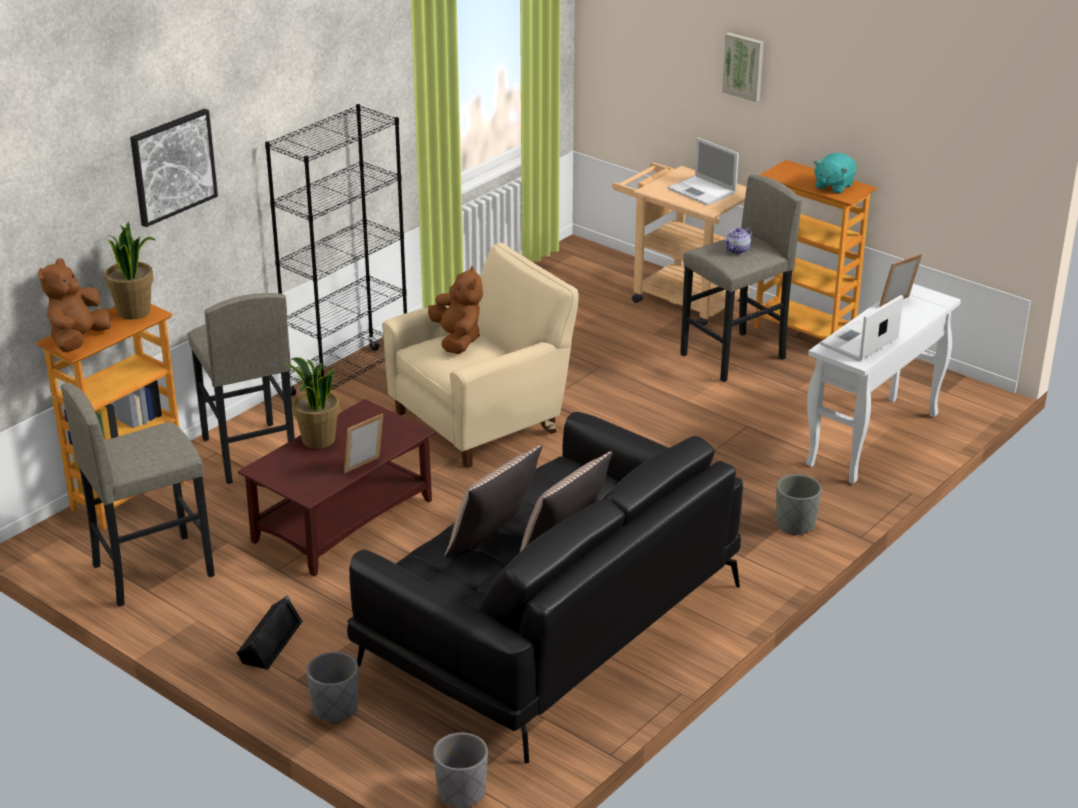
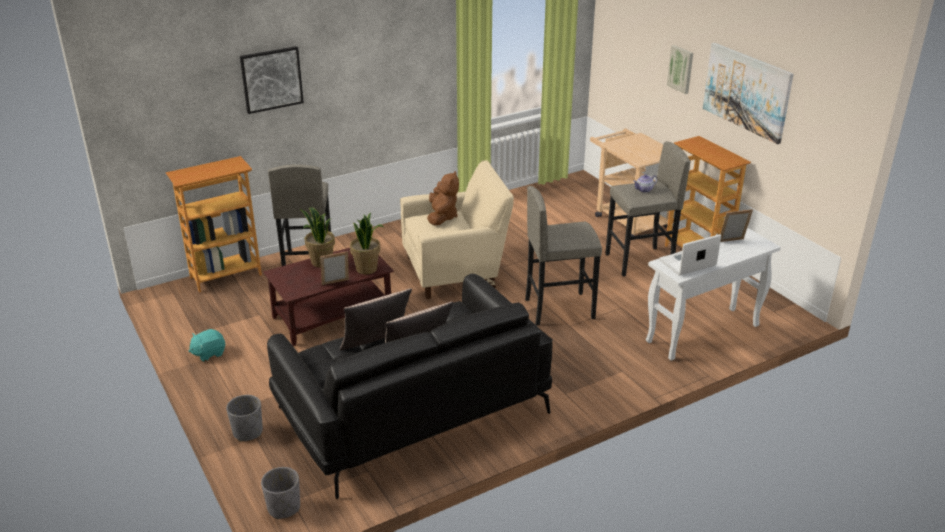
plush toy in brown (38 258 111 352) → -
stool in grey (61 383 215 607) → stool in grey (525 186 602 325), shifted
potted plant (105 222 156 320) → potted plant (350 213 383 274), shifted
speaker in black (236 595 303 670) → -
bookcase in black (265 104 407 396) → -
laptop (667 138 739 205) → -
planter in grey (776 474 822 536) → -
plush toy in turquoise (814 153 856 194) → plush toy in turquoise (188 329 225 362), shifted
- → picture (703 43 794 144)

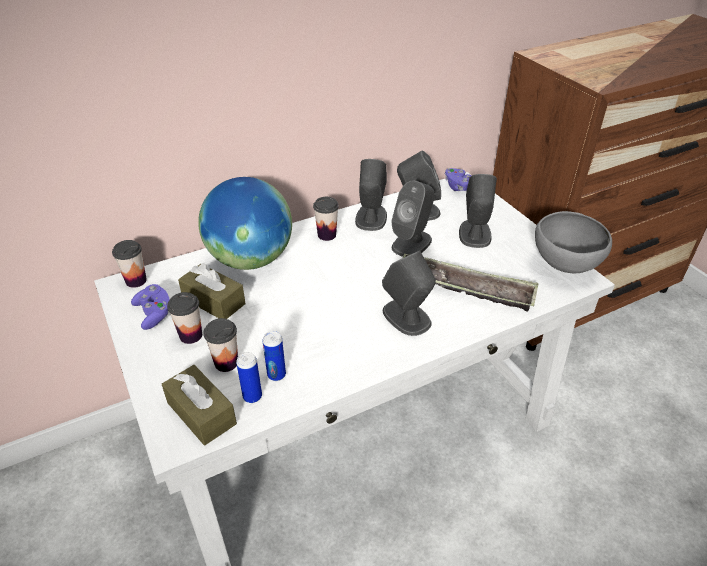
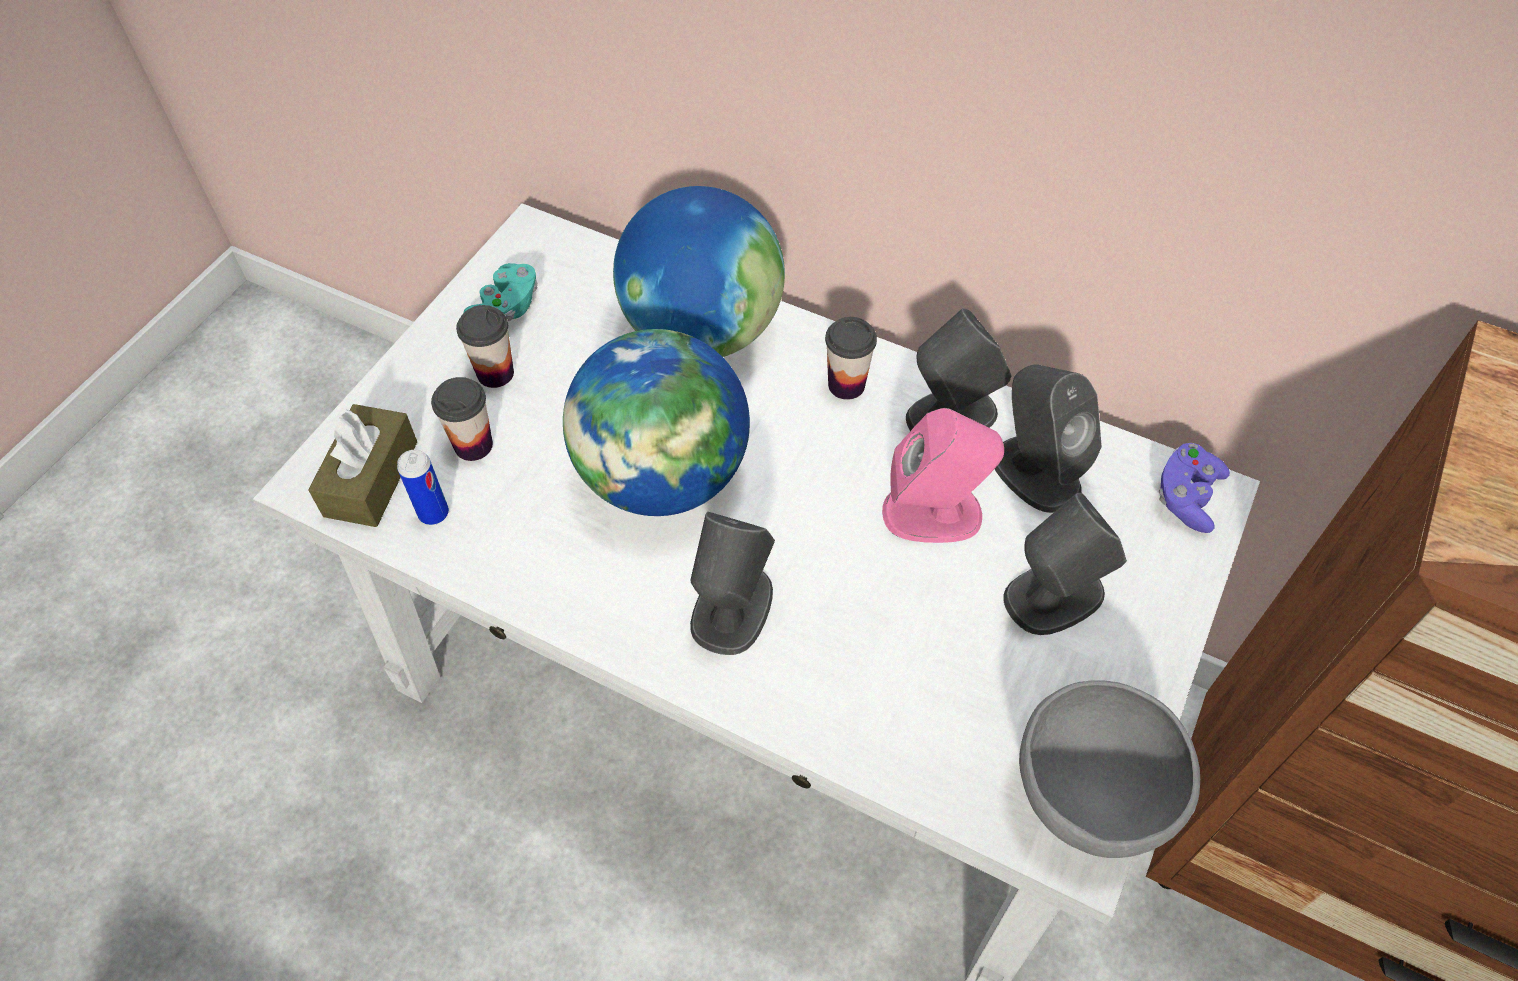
cup (112 240 147 288) → -
game controller in purple (131 284 170 330) → game controller in turquoise (463 263 538 321)
tissue box in brown (178 263 246 319) → -
can (262 331 286 381) → -
speaker in grey (391 181 435 257) → speaker in pink (882 408 1004 543)
tray (403 254 538 311) → -
- → globe (563 329 750 516)

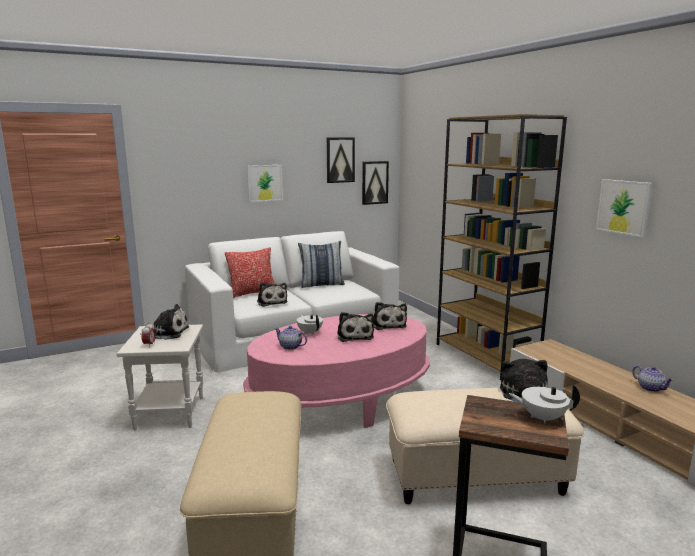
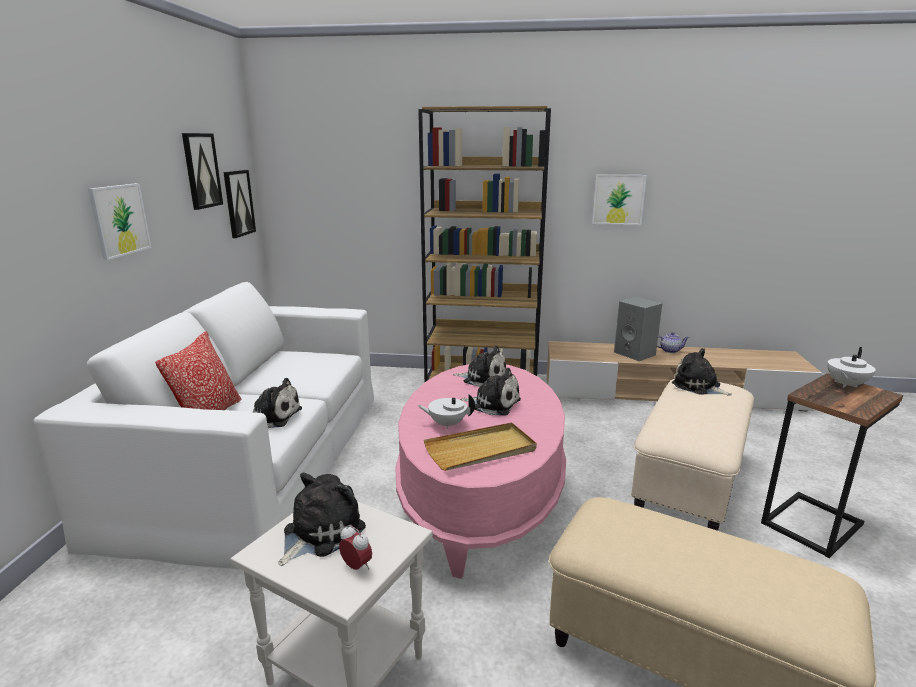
teapot (274 326 307 350) → tray in beige (424 422 537 471)
pillow (298 241 345 288) → -
- → speaker in grey (614 297 662 361)

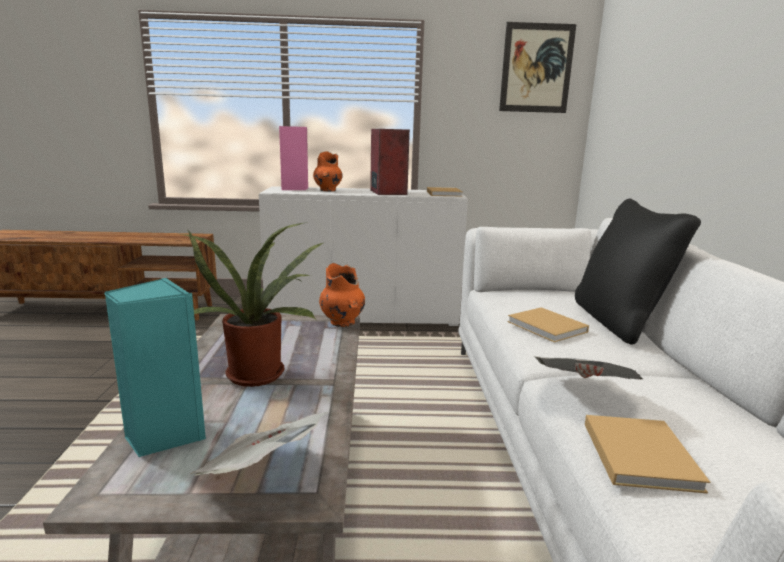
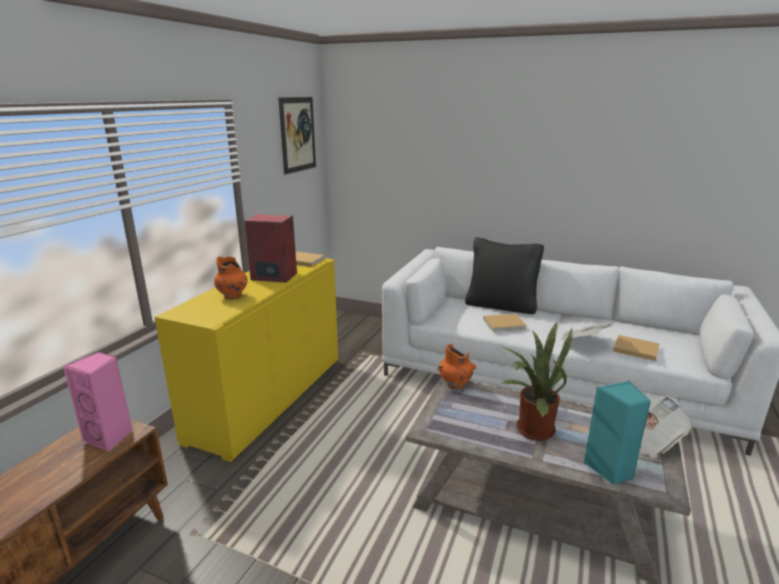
cabinet in white (259 186 468 326) → cabinet in yellow (154 258 338 462)
speaker in pink (279 126 308 190) → speaker in pink (63 352 133 452), shifted

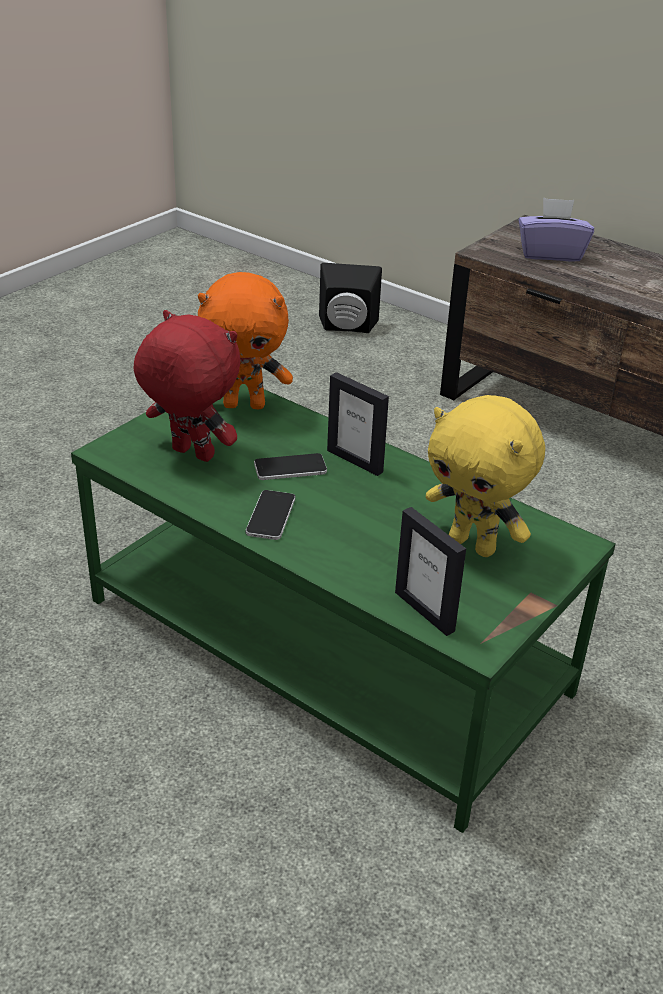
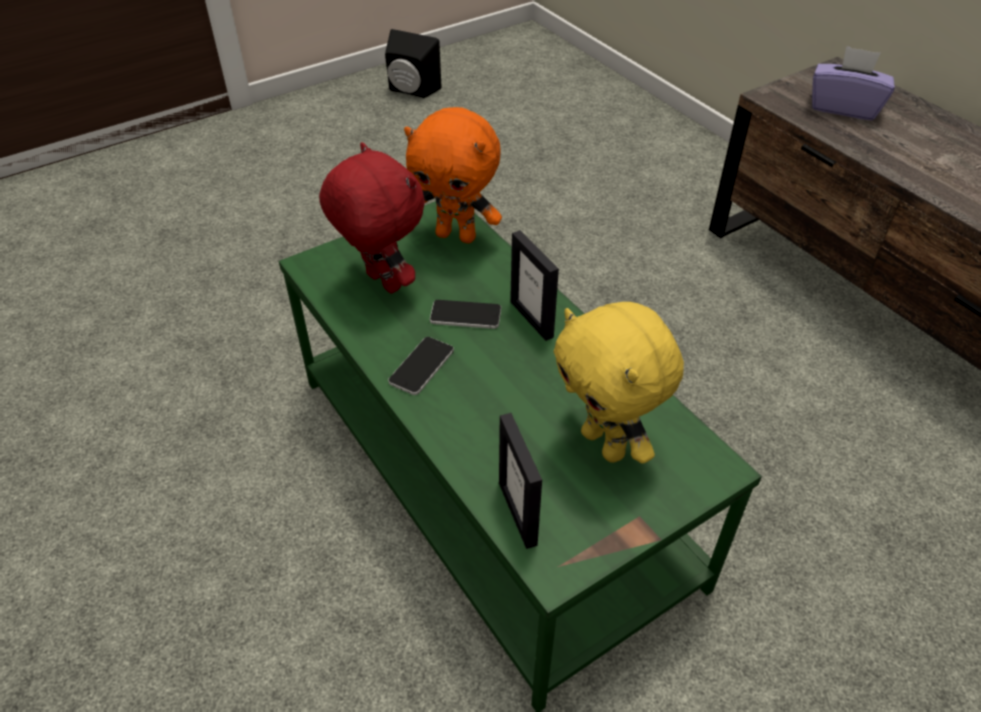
speaker in black (319 263 382 333) → speaker in black (385 29 441 98), shifted

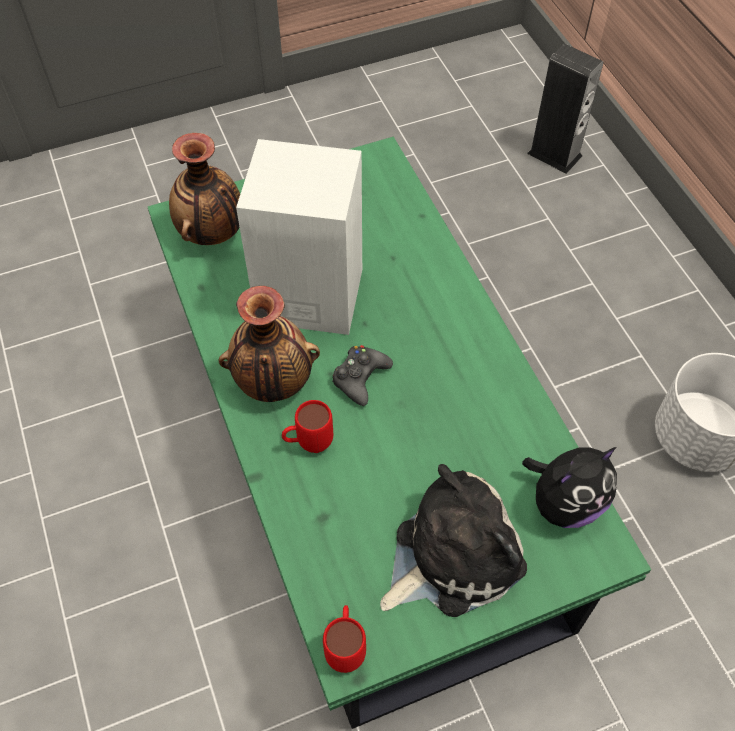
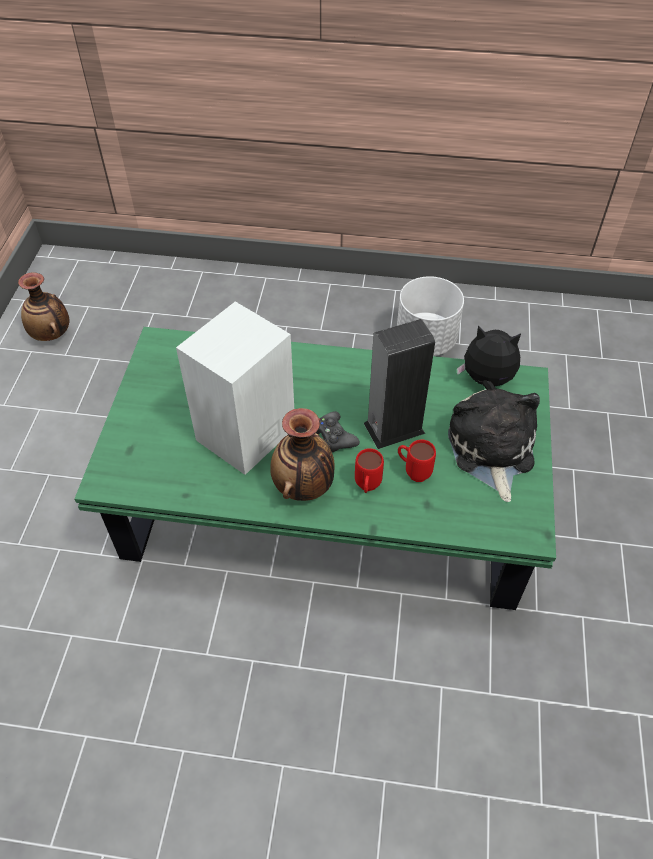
vase (169 133 240 245) → vase (18 273 69 341), shifted
mug in red (323 605 366 673) → mug in red (398 440 436 482), shifted
plush toy (522 447 617 528) → plush toy (457 325 521 390), 75 degrees counterclockwise
speaker (527 43 604 174) → speaker (364 319 435 449), shifted

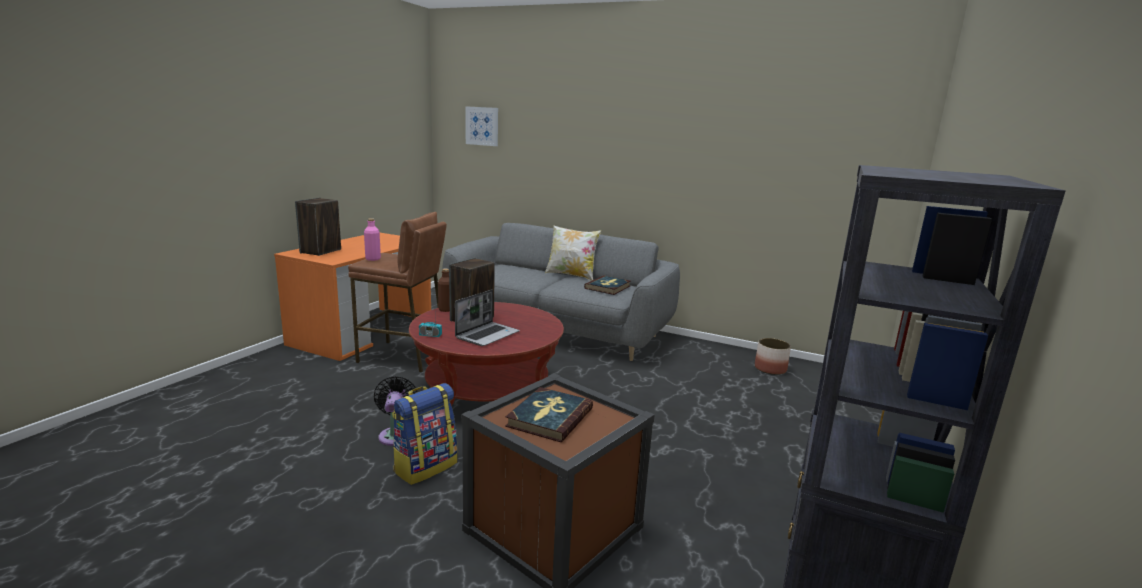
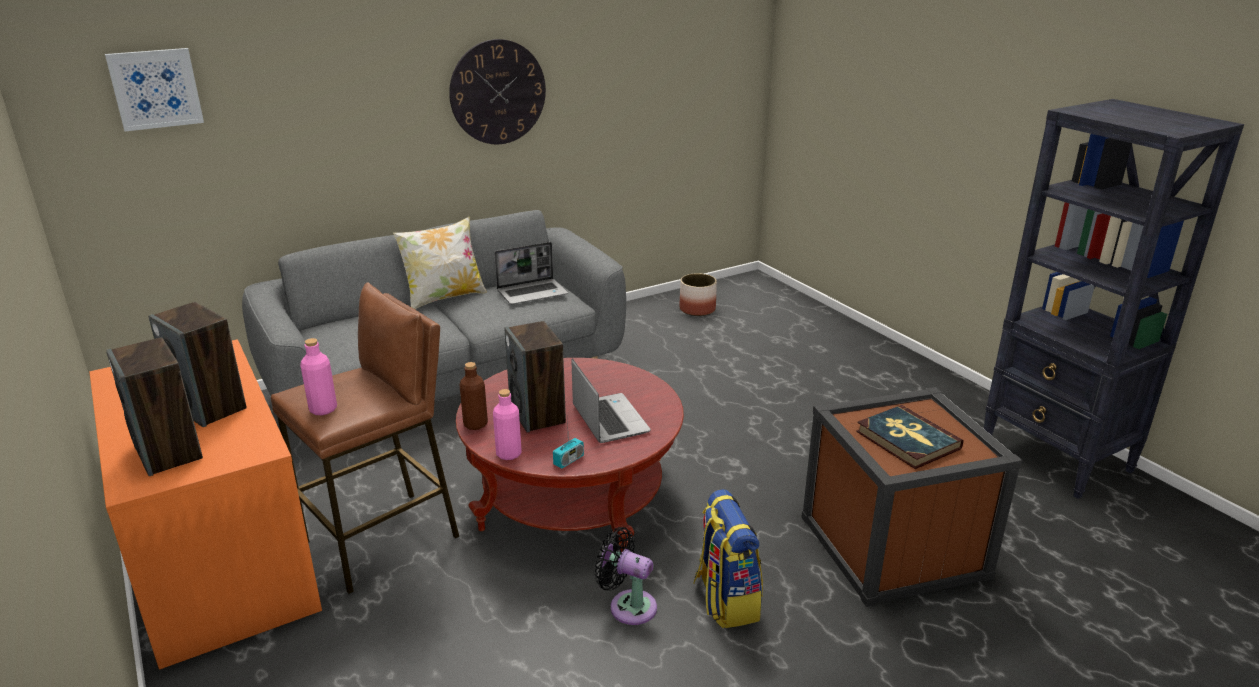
book (584 276 630 295) → laptop (494 242 568 304)
- → speaker (148 302 247 427)
- → wall clock (449 39 546 144)
- → bottle in pink (493 389 521 460)

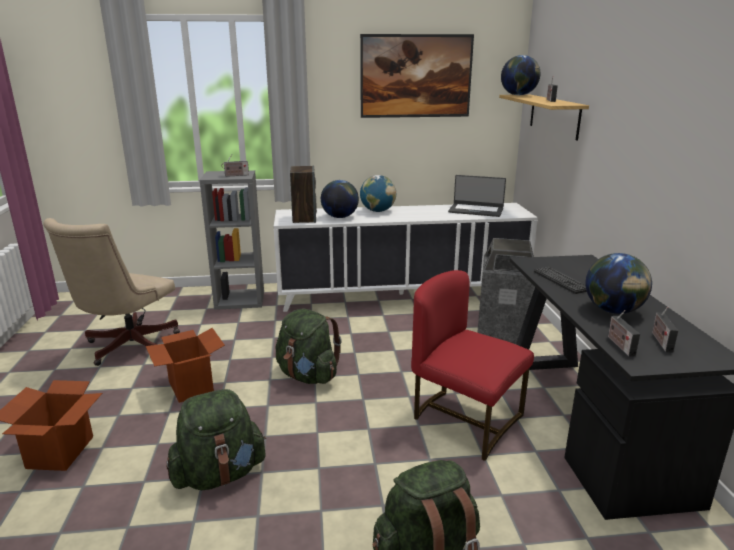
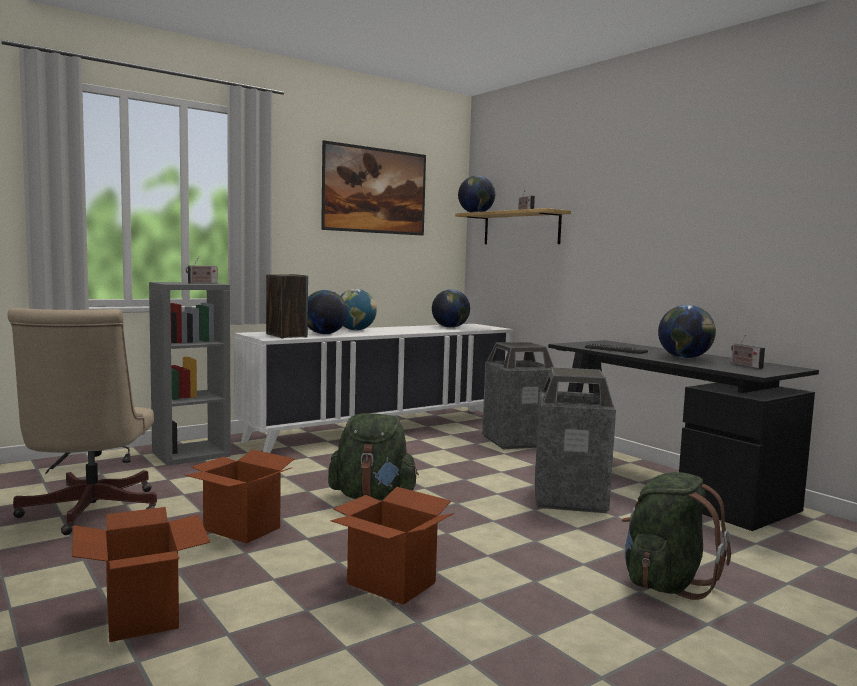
backpack in green (166 389 266 490) → cardboard box (330 487 454 605)
chair in red (411 270 534 461) → trash can (535 367 616 513)
laptop (448 175 506 217) → globe (432 289 470 328)
radio (608 310 640 357) → -

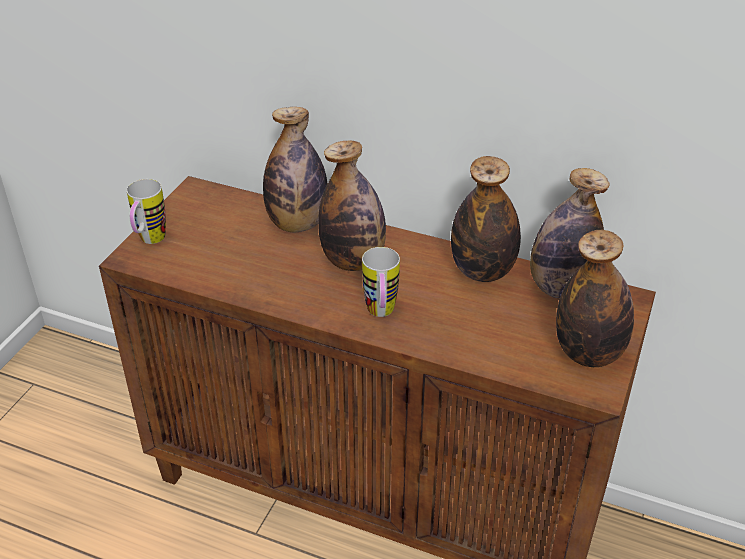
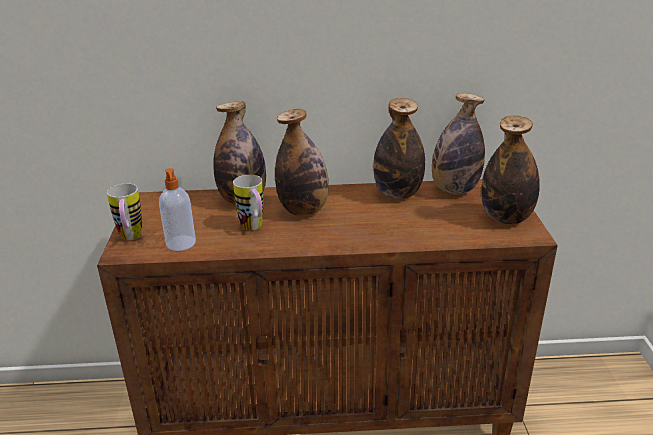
mug (362 247 400 317) → mug (233 175 264 230), shifted
- → soap dispenser (159 168 196 251)

